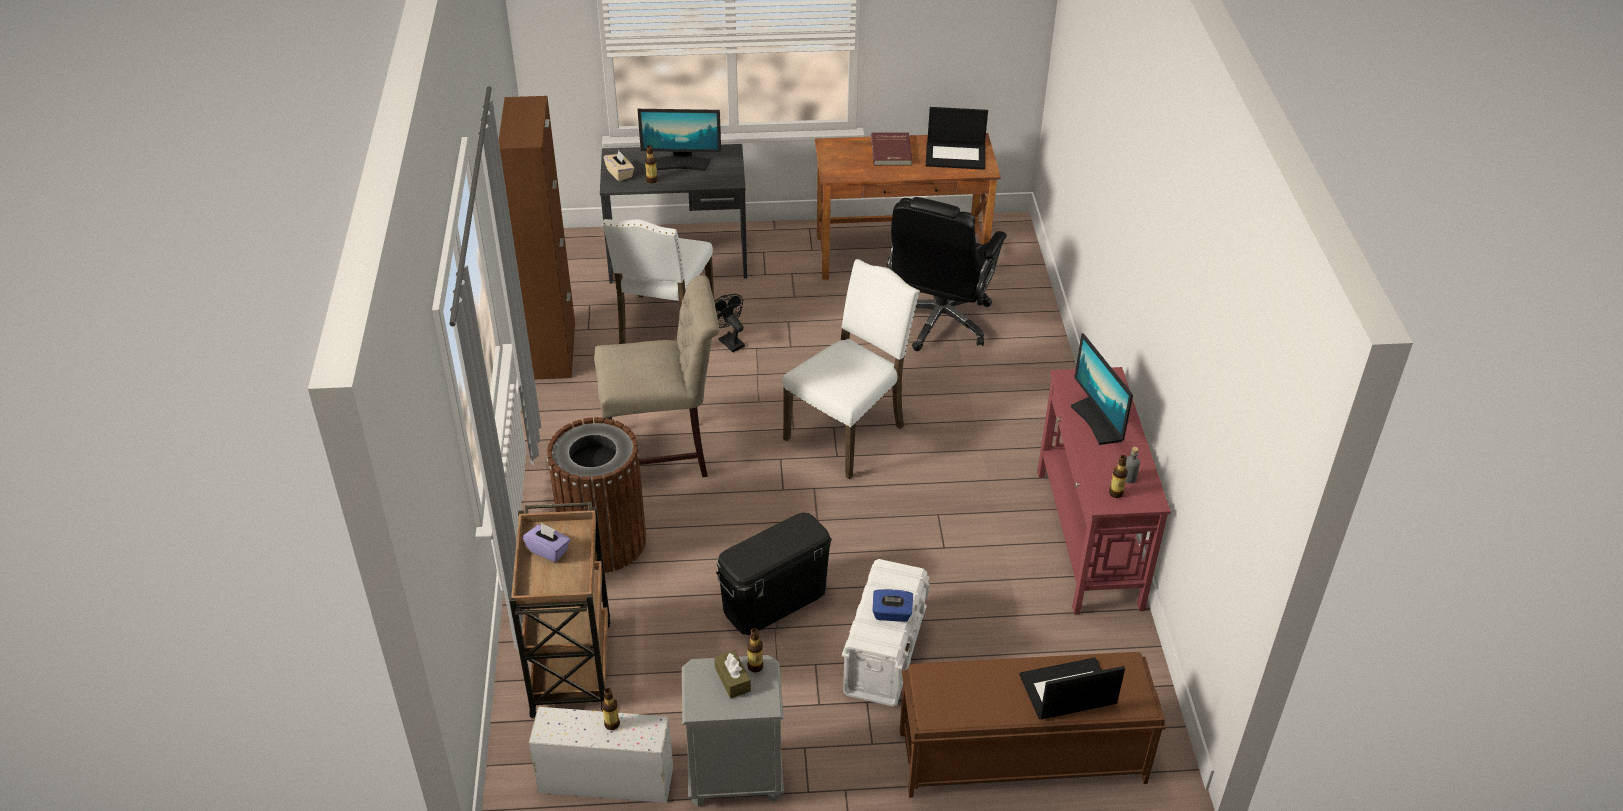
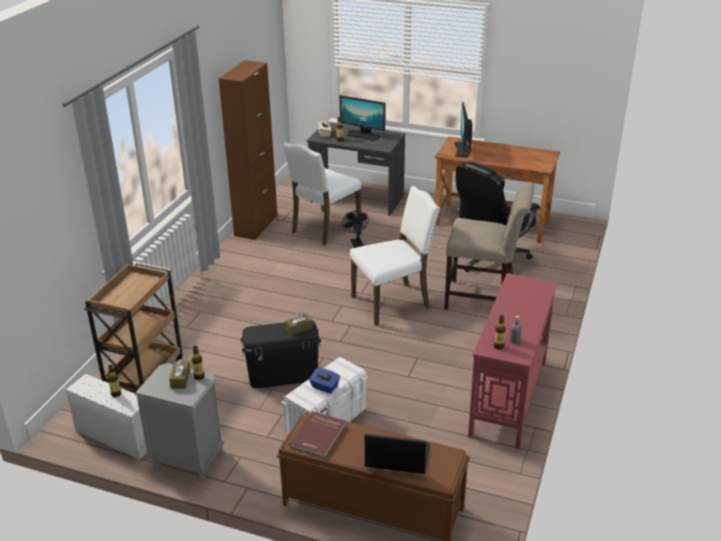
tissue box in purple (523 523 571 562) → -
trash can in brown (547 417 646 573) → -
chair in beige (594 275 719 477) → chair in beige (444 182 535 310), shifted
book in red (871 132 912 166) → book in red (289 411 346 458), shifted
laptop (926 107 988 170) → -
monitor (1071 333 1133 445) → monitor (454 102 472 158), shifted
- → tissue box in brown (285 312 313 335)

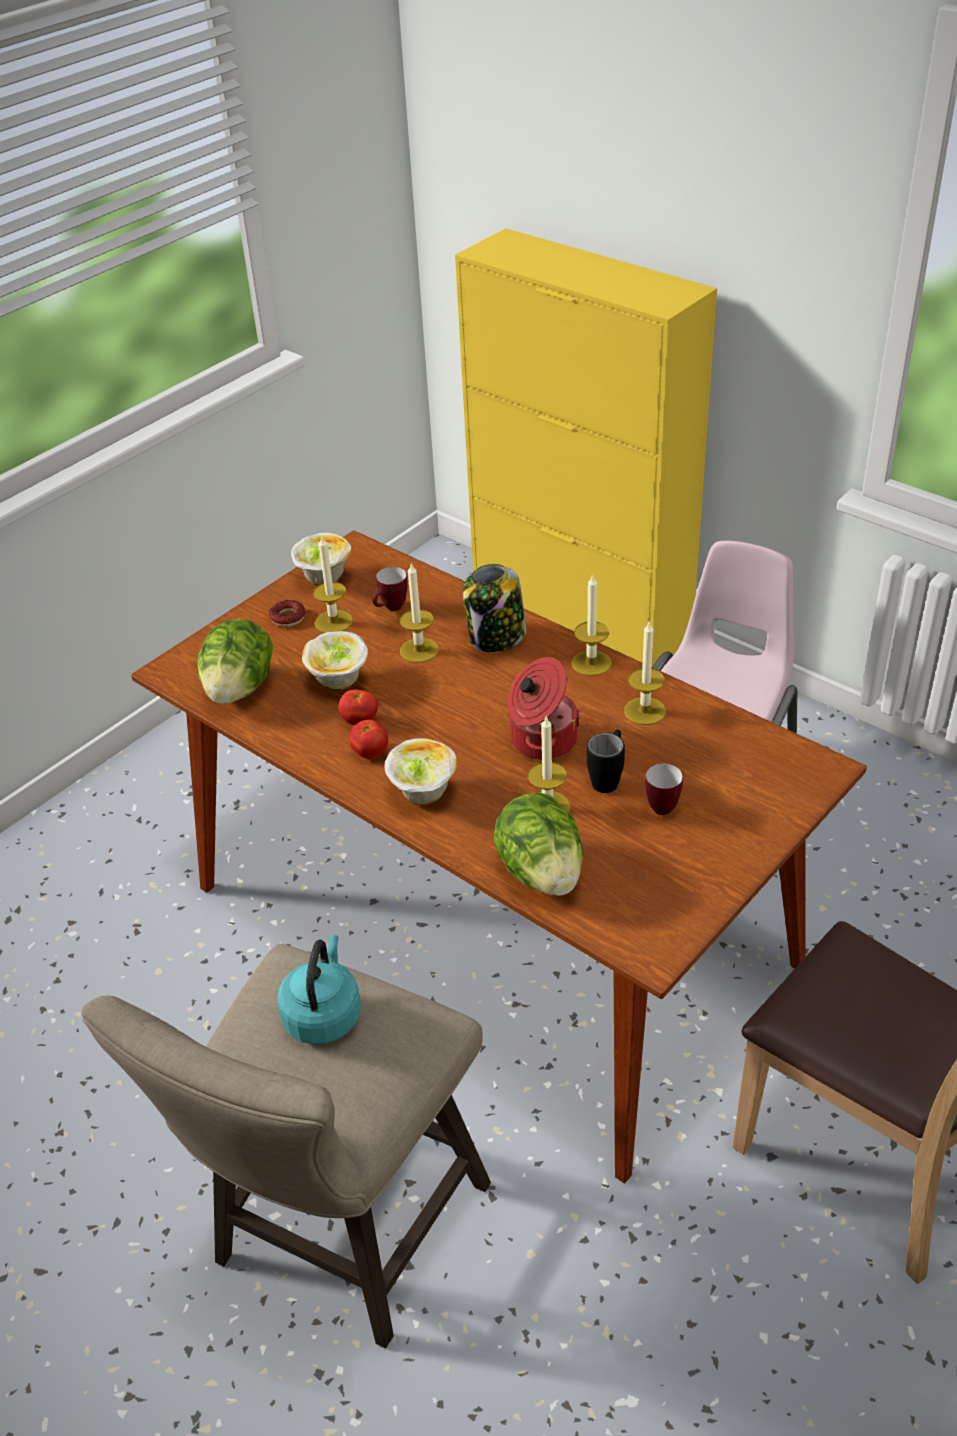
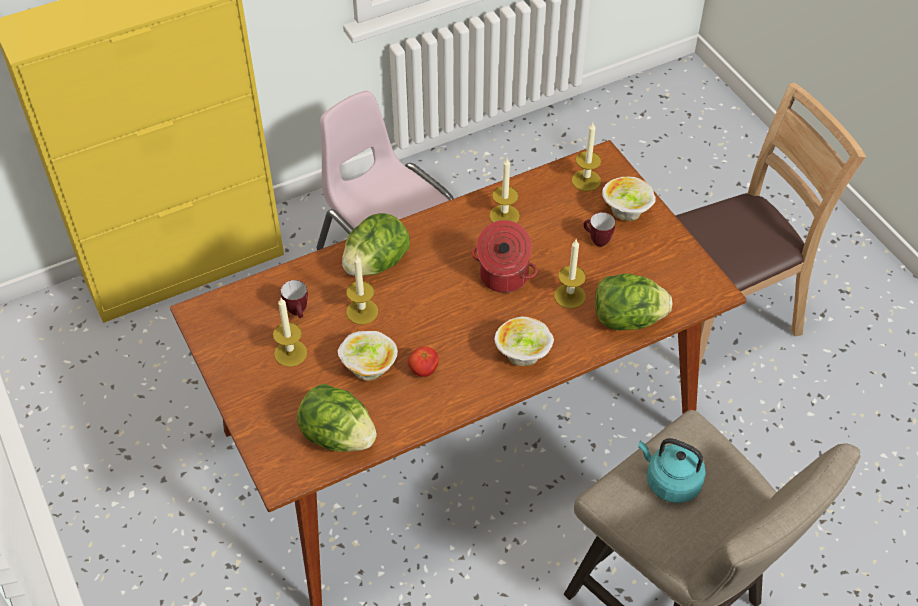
donut (269 600 306 627) → -
bowl (291 533 352 586) → bowl (602 177 656 221), shifted
tomato (349 720 388 759) → -
jar (462 564 527 652) → lettuce (342 213 410 276)
candle (571 574 612 676) → candle (572 123 601 191), shifted
mug in black (587 730 625 793) → -

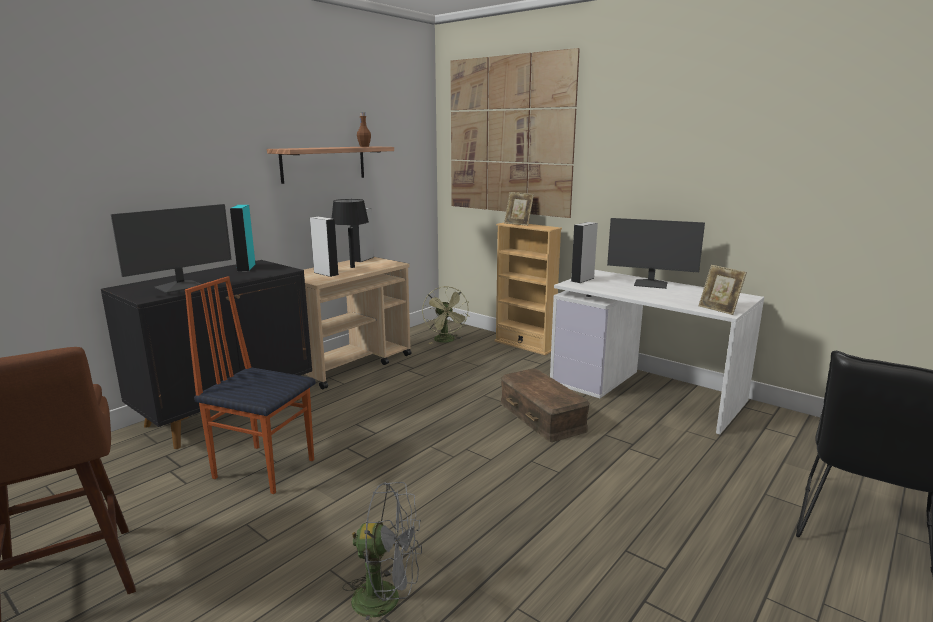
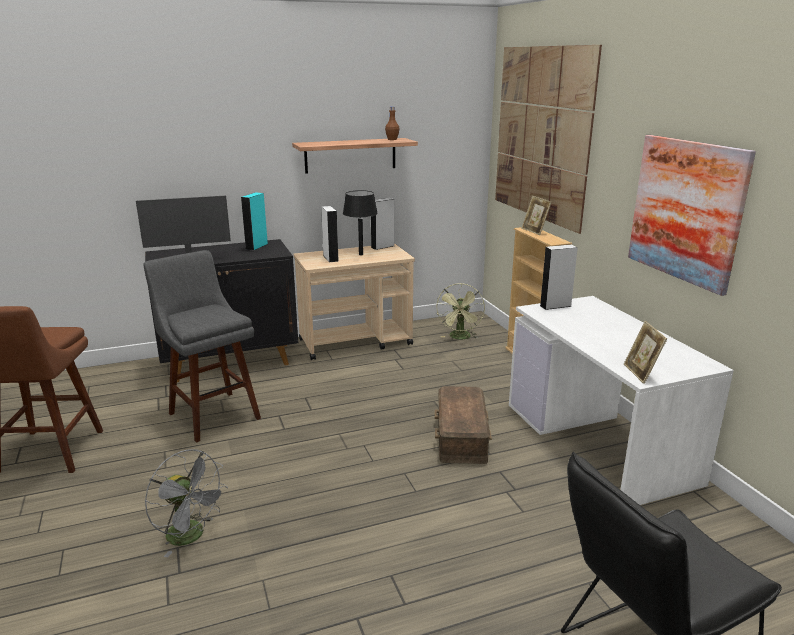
chair (185 276 316 494) → stool in grey (143 250 261 443)
monitor (607 218 705 289) → -
- → picture (628 135 756 296)

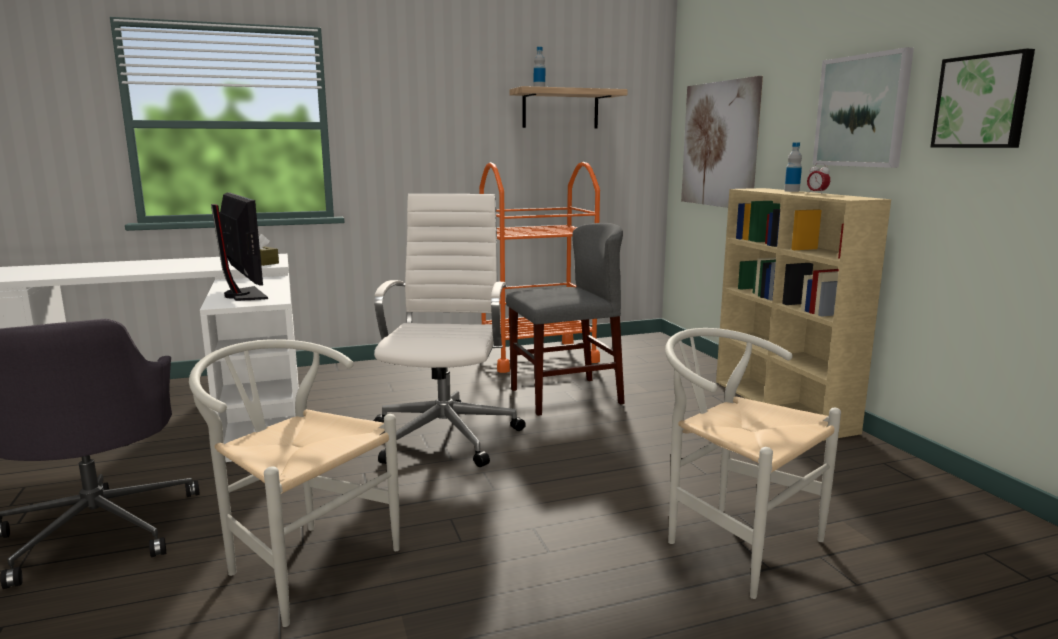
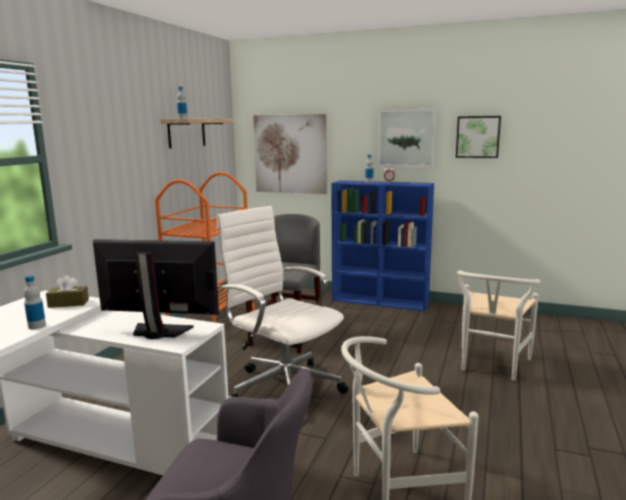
chair in white (665 328 841 599) → chair in white (457 271 541 381), 60 degrees counterclockwise
bookcase in beige (716 188 891 441) → bookcase in blue (331 180 434 311)
- → bottle (24 275 46 329)

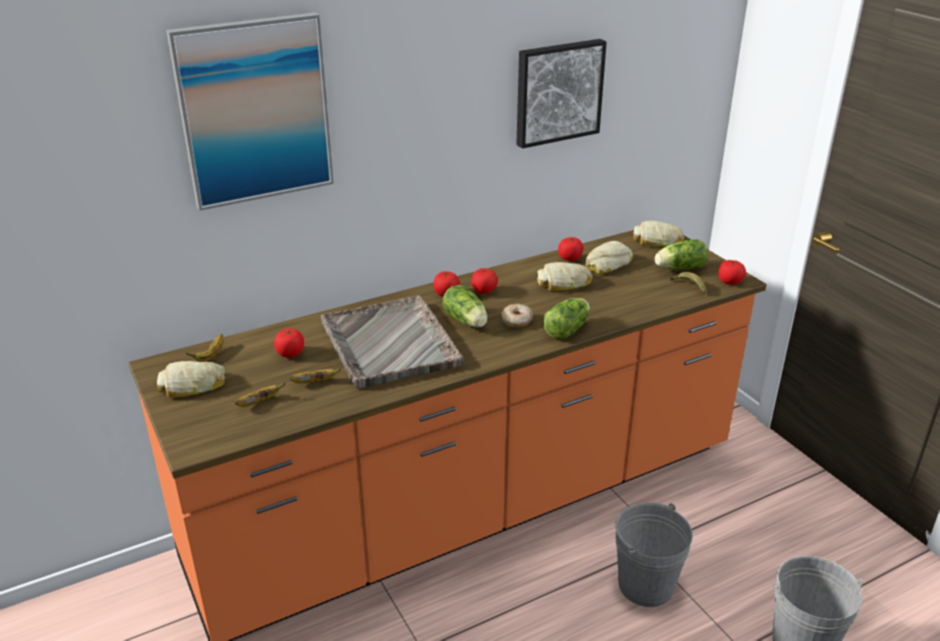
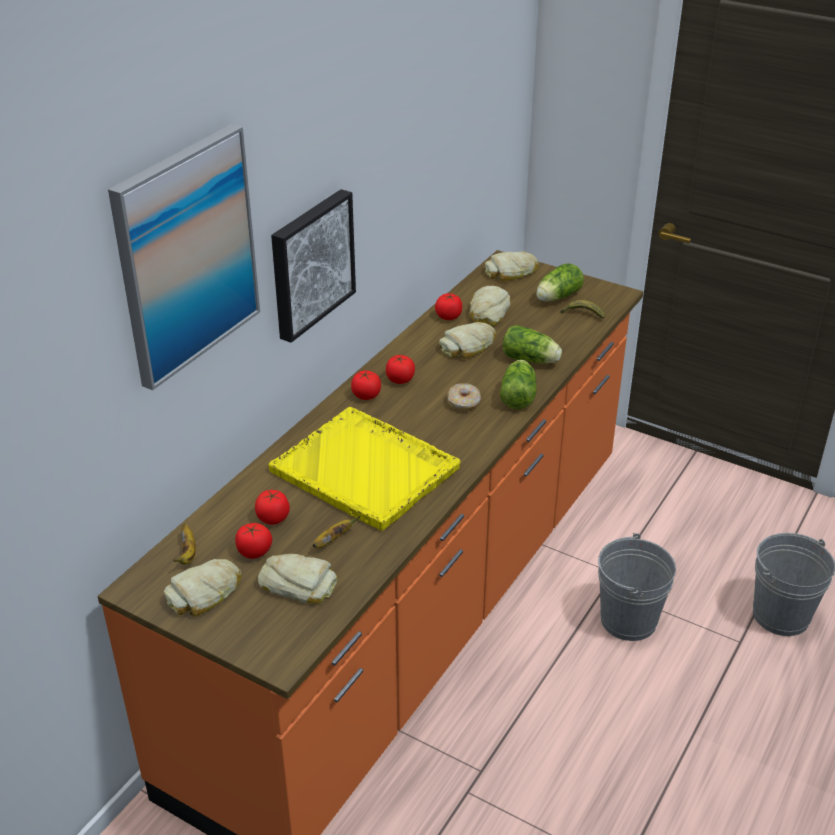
banana (235 383 285 407) → bread (258 554 338 604)
tray in grey (321 295 464 389) → tray in yellow (268 407 460 531)
lettuce (443 285 488 328) → lettuce (503 325 562 364), shifted
picture (516 39 607 149) → picture (271 189 356 343), shifted
tomato (718 260 746 285) → tomato (235 523 272 559), shifted

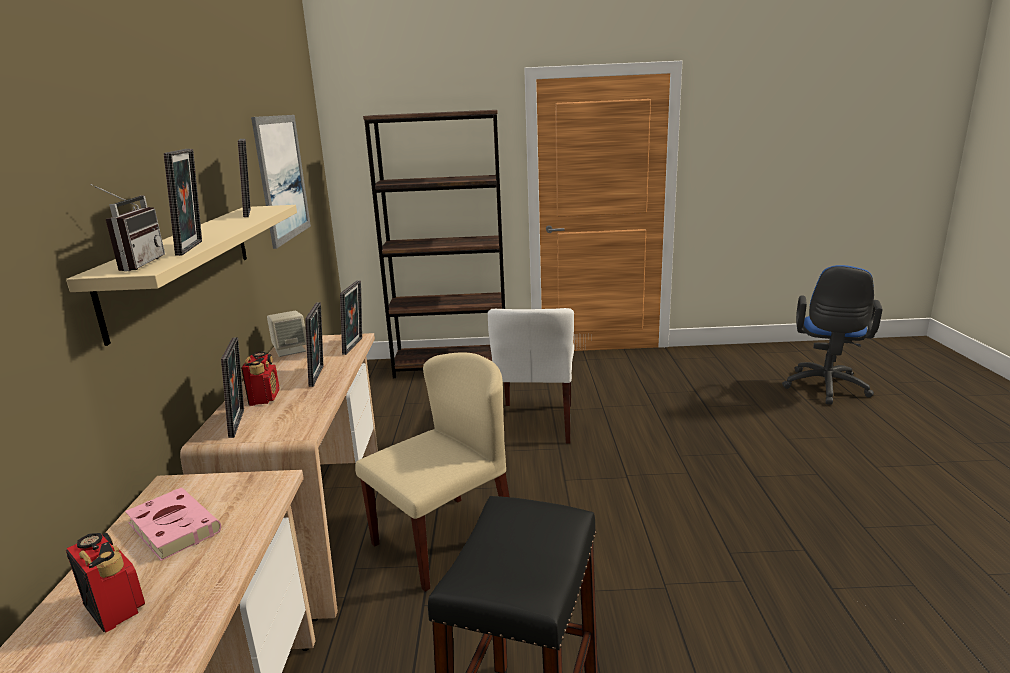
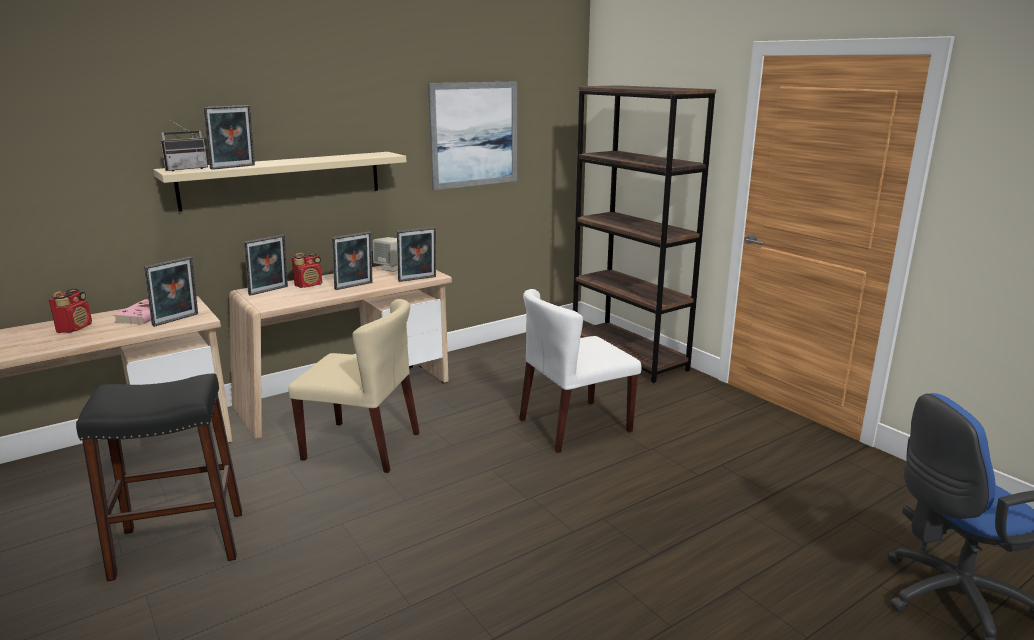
picture frame (238 139 251 217) → picture frame (144 257 198 327), shifted

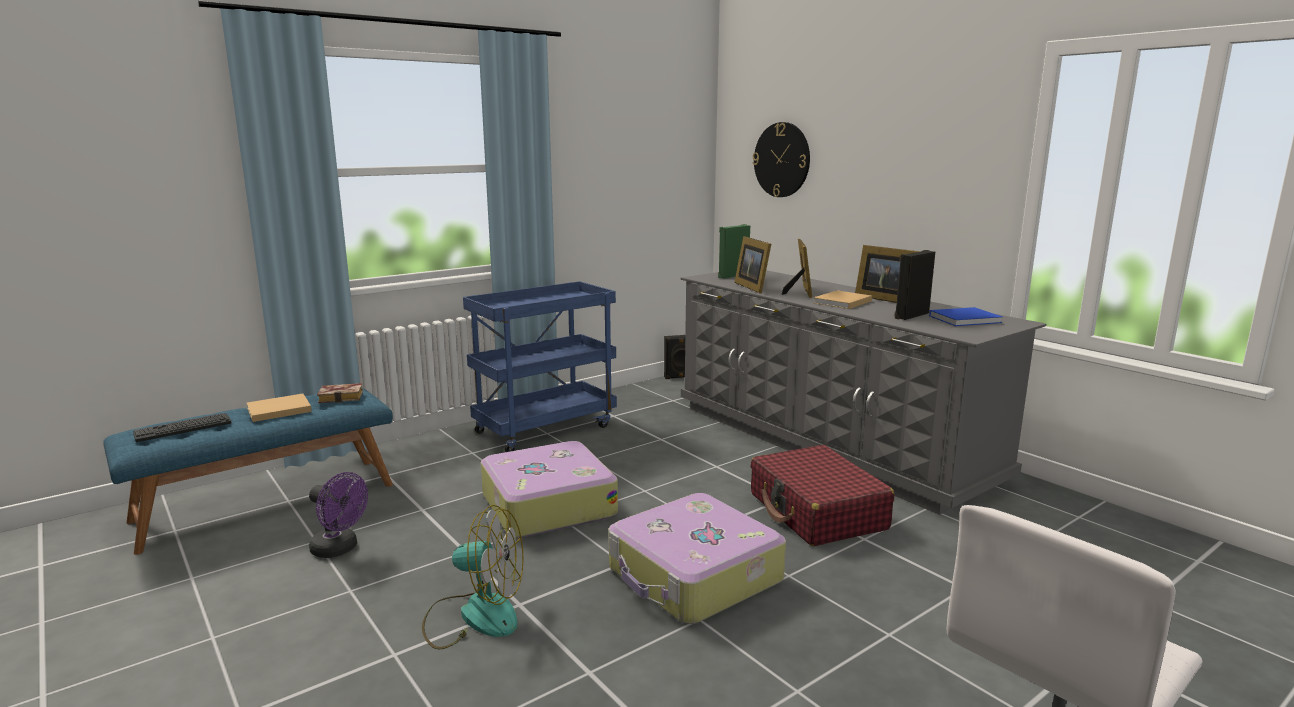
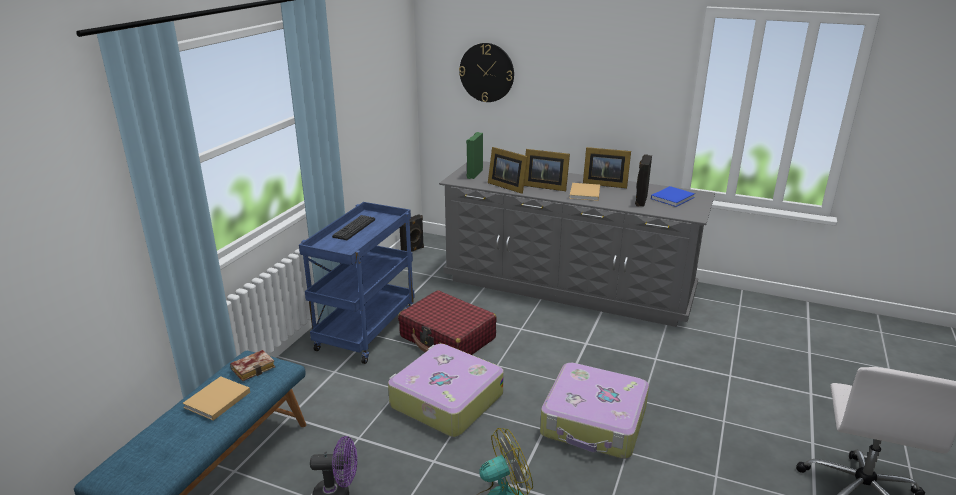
keyboard (133 413 232 442) → keyboard (332 215 375 240), shifted
suitcase in red (751 445 894 546) → suitcase in red (398 290 497 355), shifted
picture frame (782 239 812 298) → picture frame (524 149 570 191), 135 degrees clockwise

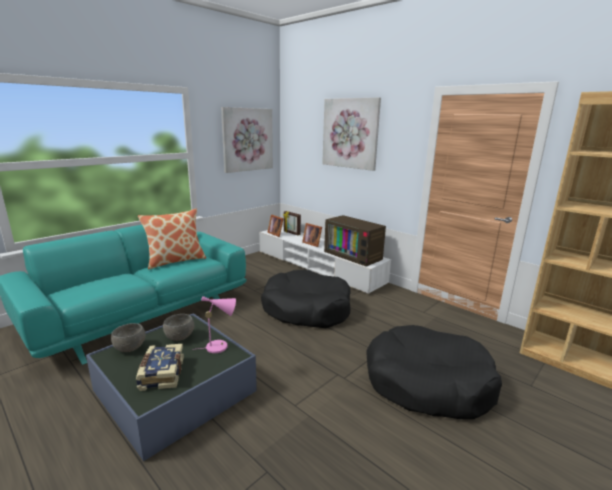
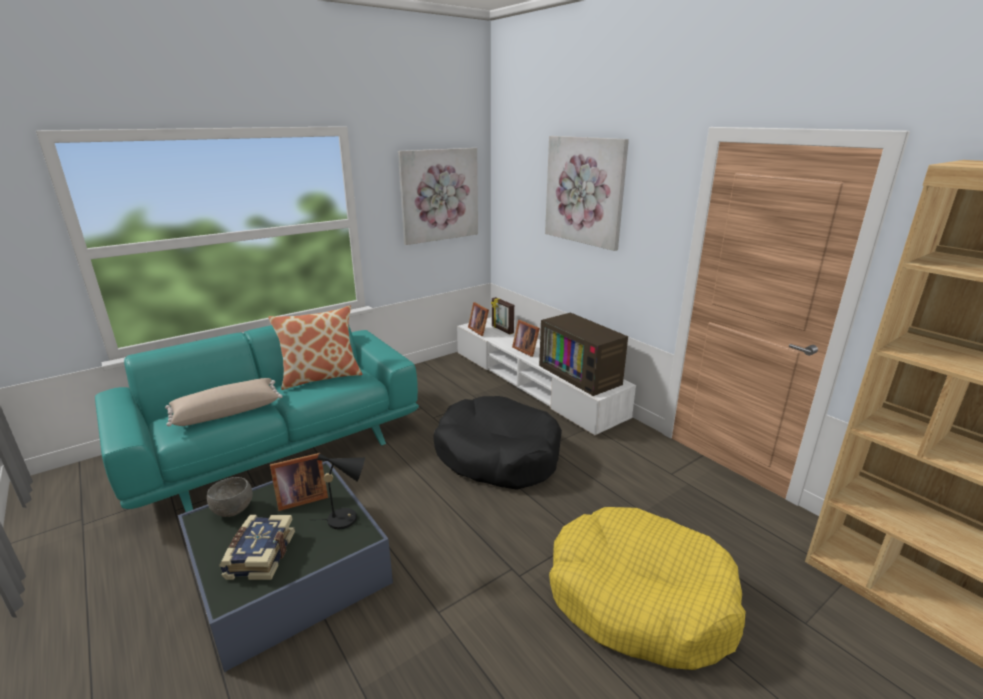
bowl in grey (163 314 194 341) → picture frame (270 453 328 511)
table lamp in pink (192 296 236 353) → table lamp in black (317 453 365 529)
dog bed in black (366 325 502 419) → dog bed in yellow (549 507 745 670)
- → pillow in beige (165 378 283 426)

